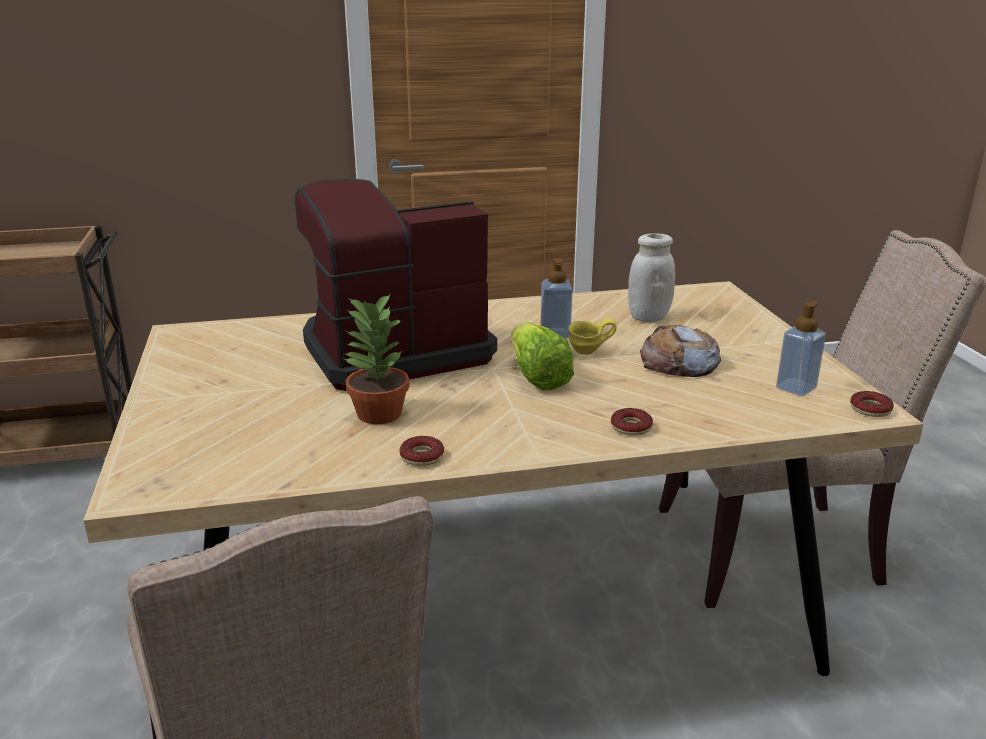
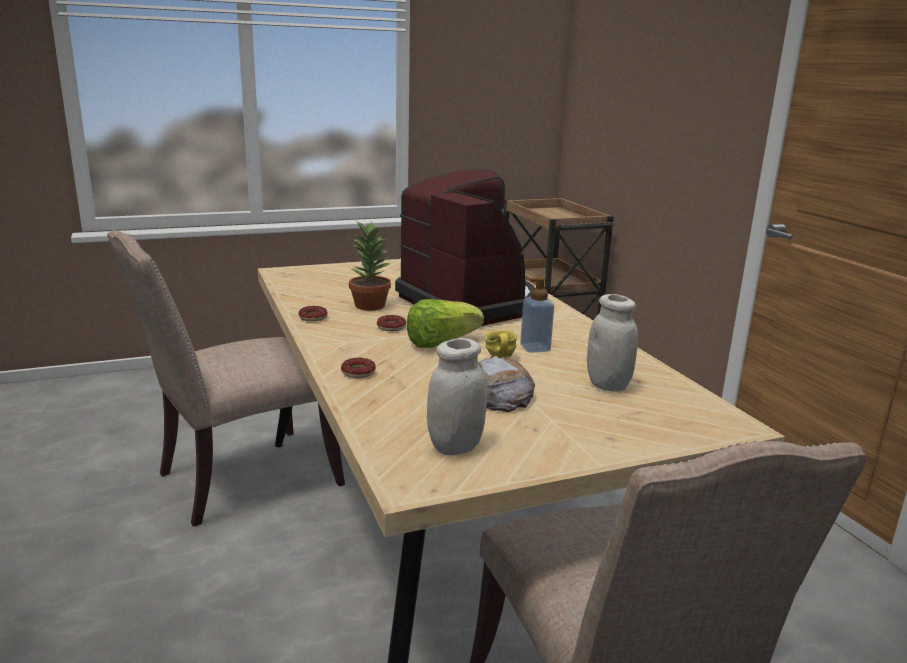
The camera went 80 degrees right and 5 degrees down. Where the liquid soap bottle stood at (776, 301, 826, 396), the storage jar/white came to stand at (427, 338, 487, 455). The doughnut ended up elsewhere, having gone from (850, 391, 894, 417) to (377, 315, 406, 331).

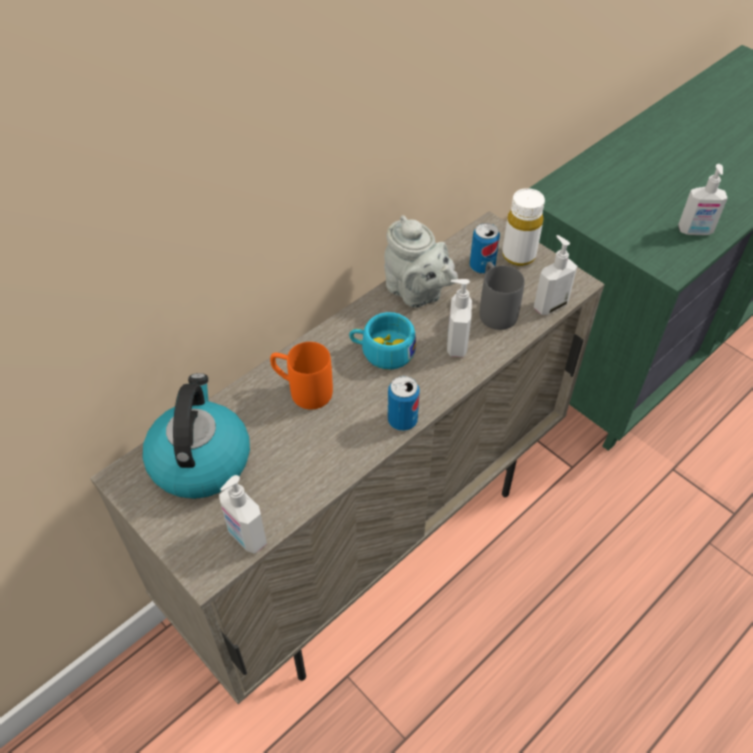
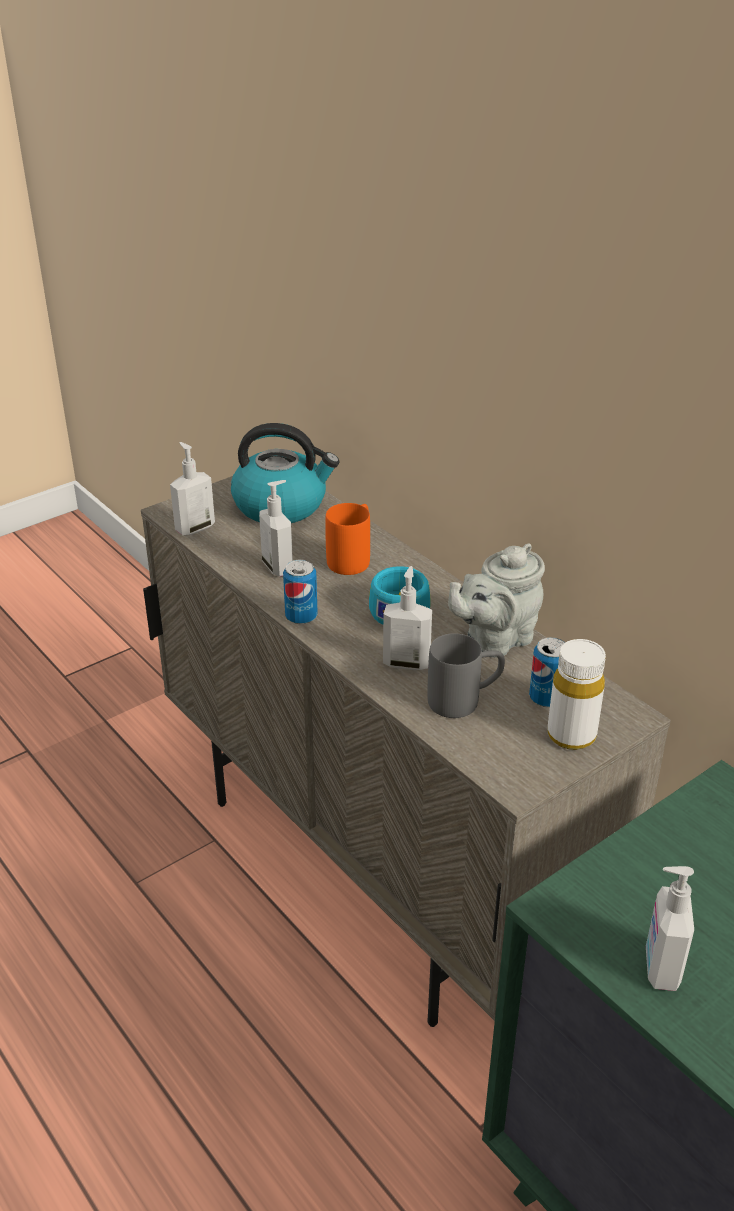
The camera went 95 degrees right and 15 degrees down. The liquid soap bottle ended up elsewhere, having gone from (534, 235, 577, 315) to (259, 480, 293, 577).

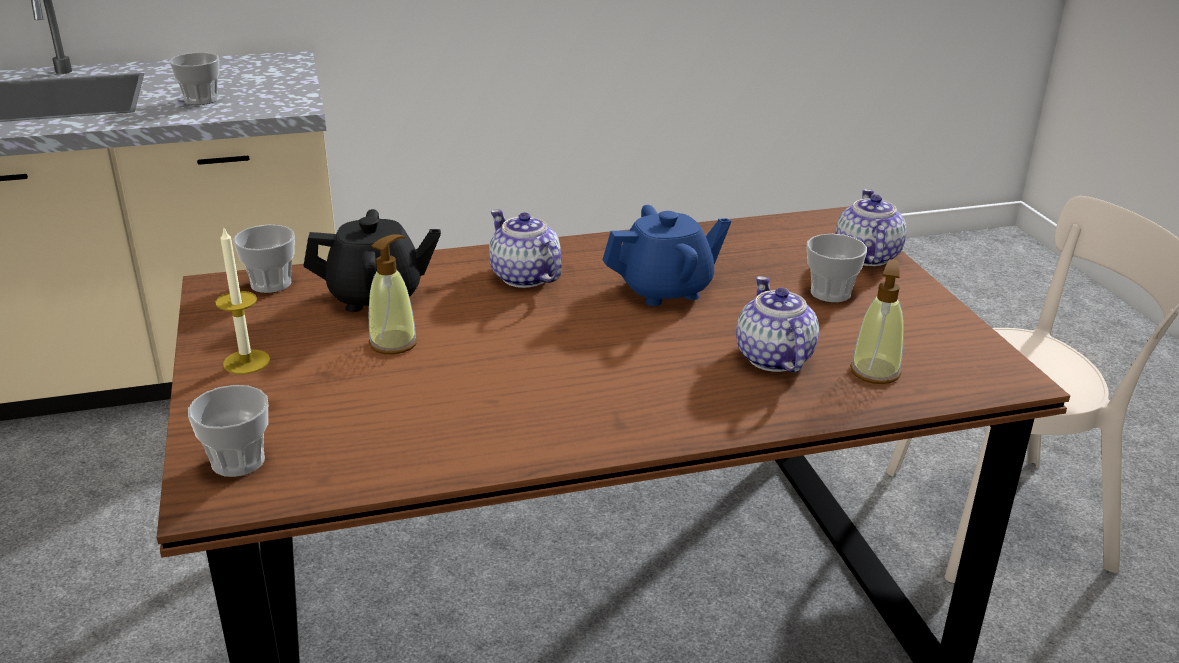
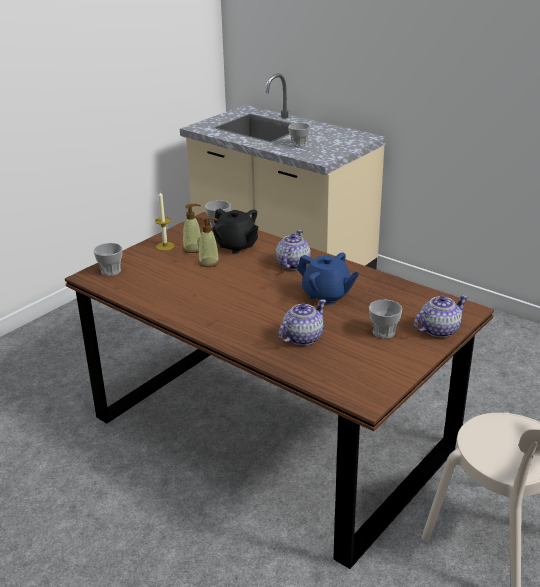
The camera went 55 degrees right and 0 degrees up. The liquid soap bottle ended up elsewhere, having gone from (850, 259, 904, 384) to (183, 204, 201, 253).

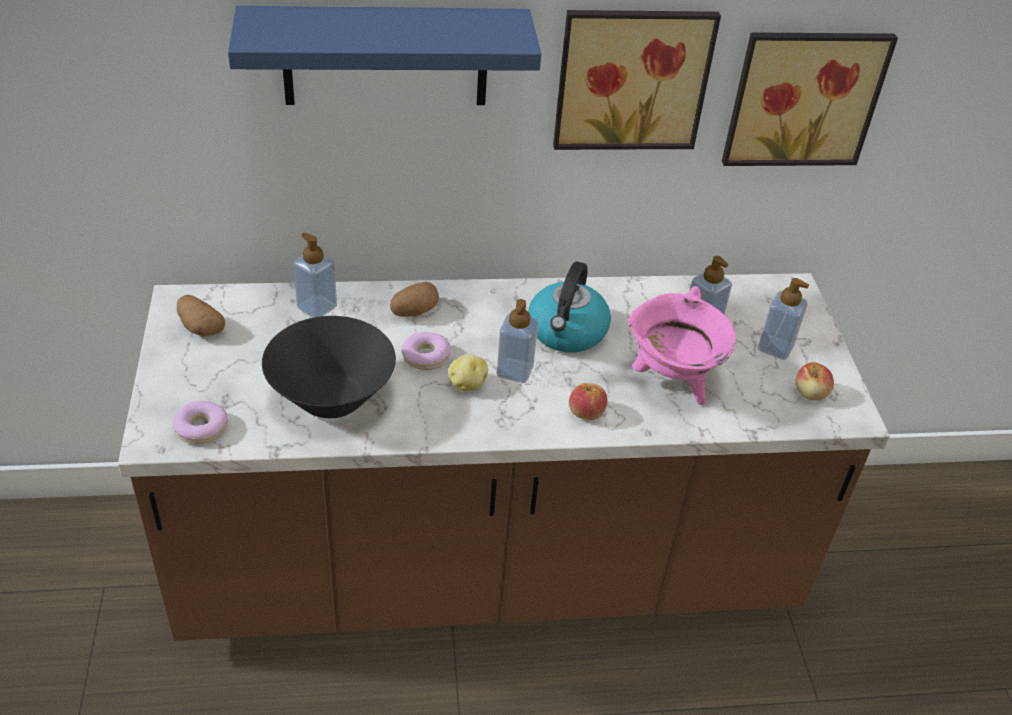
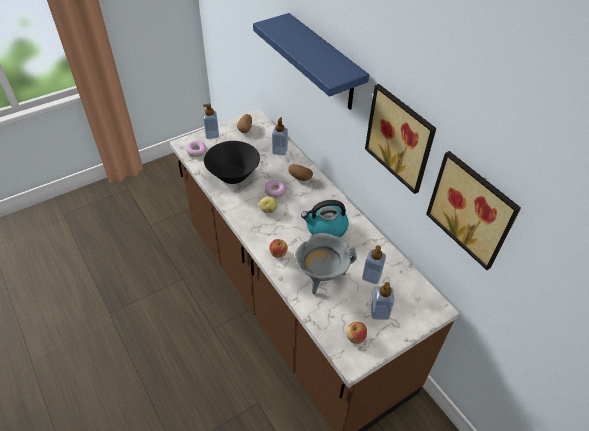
The camera went 65 degrees right and 5 degrees up. The liquid soap bottle ended up elsewhere, having gone from (497, 299, 538, 383) to (203, 104, 219, 139). What was the saucepot/pink at (628, 286, 736, 405) turned into the saucepot/greyish at (295, 233, 357, 294).

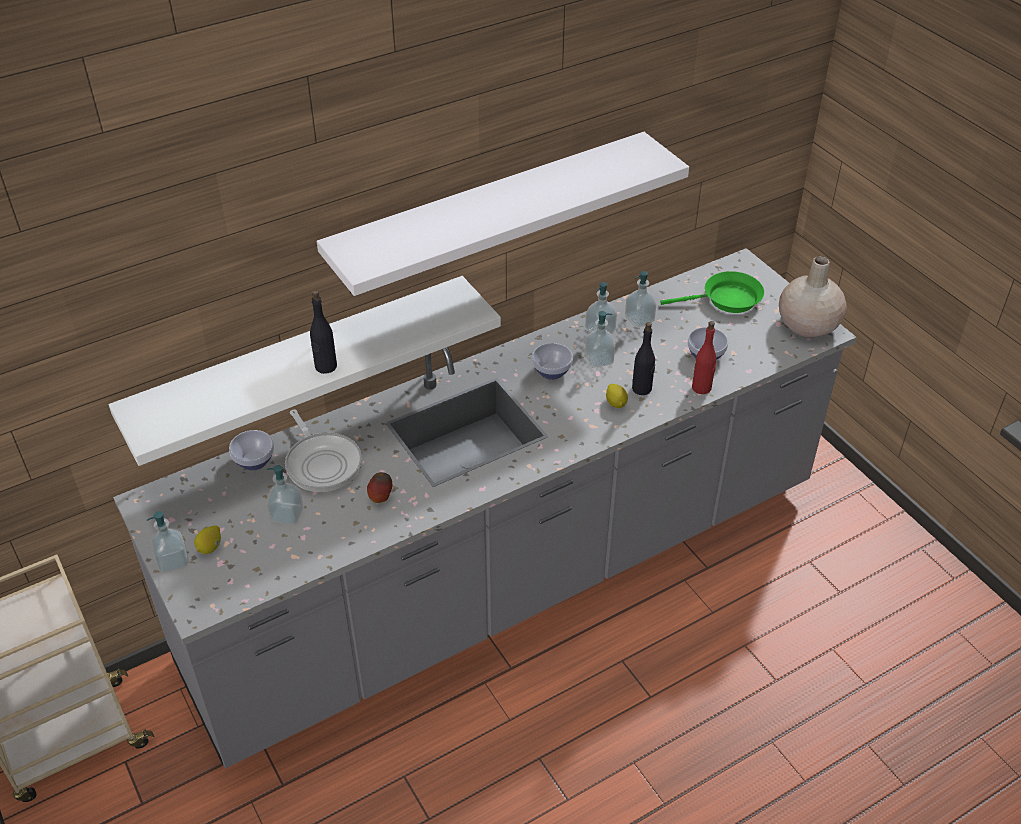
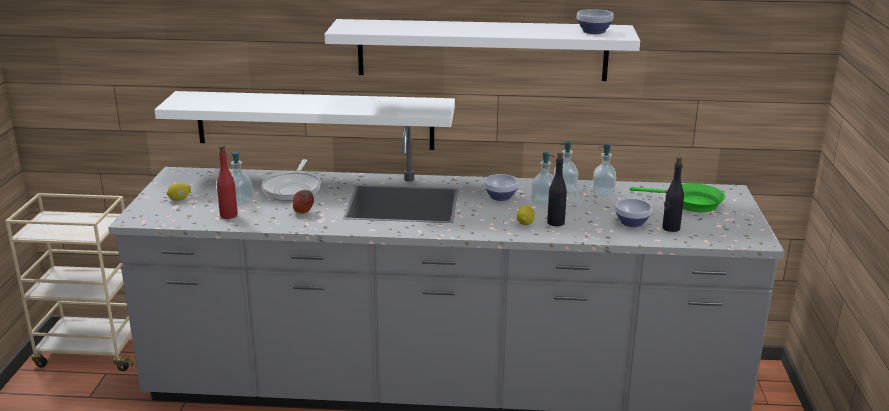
The camera went 35 degrees right and 20 degrees down. The second view lost the liquid soap bottle at (147, 511, 189, 573). The serving bowl ended up elsewhere, having gone from (229, 430, 274, 470) to (577, 9, 614, 34). The beverage bottle/black-coloured ended up elsewhere, having gone from (310, 290, 337, 374) to (662, 157, 684, 232). The beverage bottle/red-coloured ended up elsewhere, having gone from (692, 321, 716, 394) to (217, 145, 238, 219). The second view lost the decorative vase/beige-coloured at (779, 256, 847, 337).

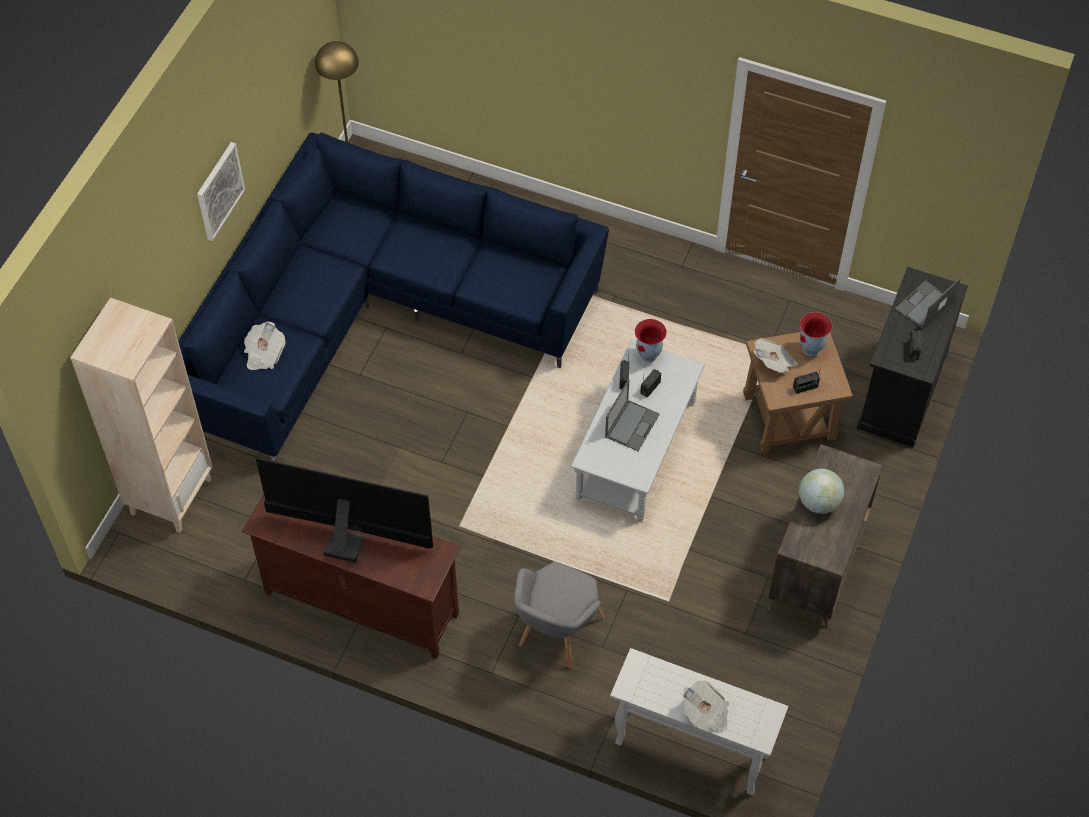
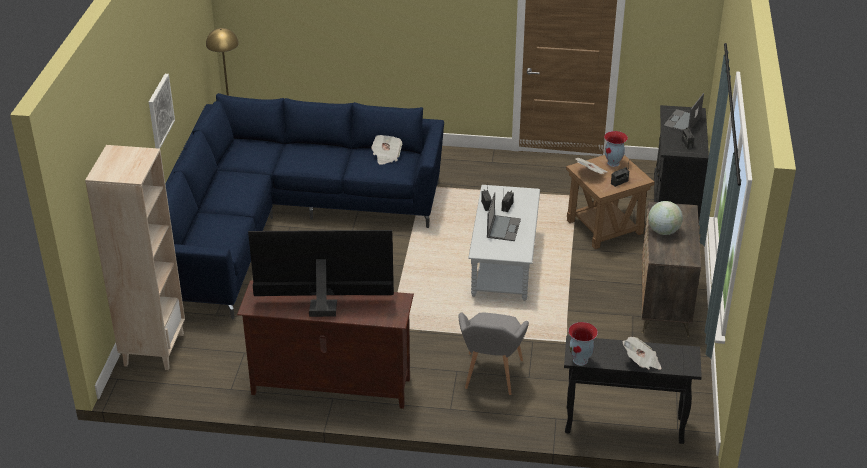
The camera went 15 degrees left and 20 degrees down. The printed paper ended up elsewhere, having gone from (244, 322, 286, 370) to (371, 135, 402, 165). What was the console table/white at (610, 648, 788, 796) turned into the console table/black-coloured at (564, 336, 702, 444). The decorative vase ended up elsewhere, having gone from (635, 319, 667, 363) to (568, 322, 598, 366).

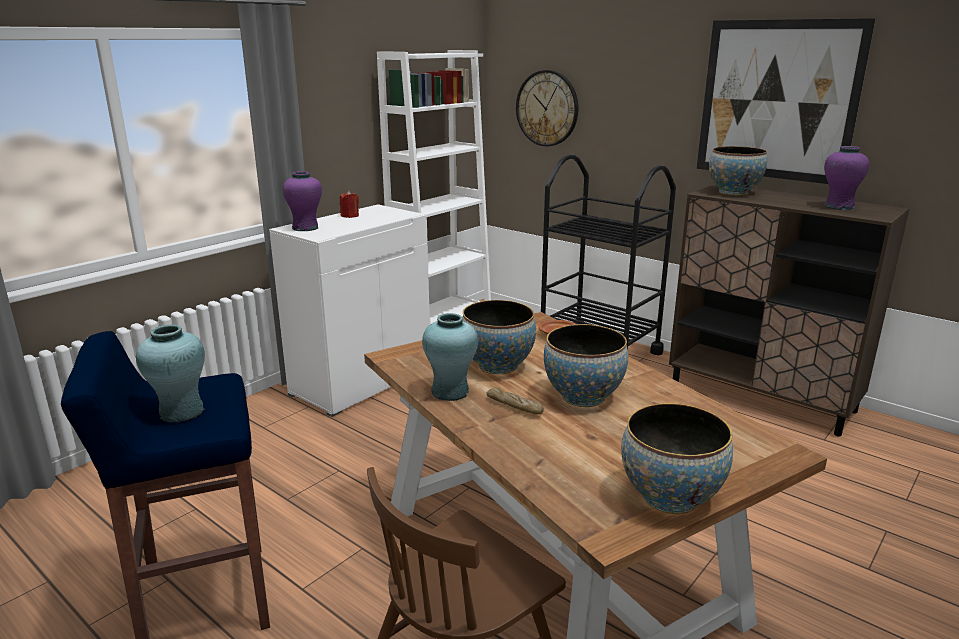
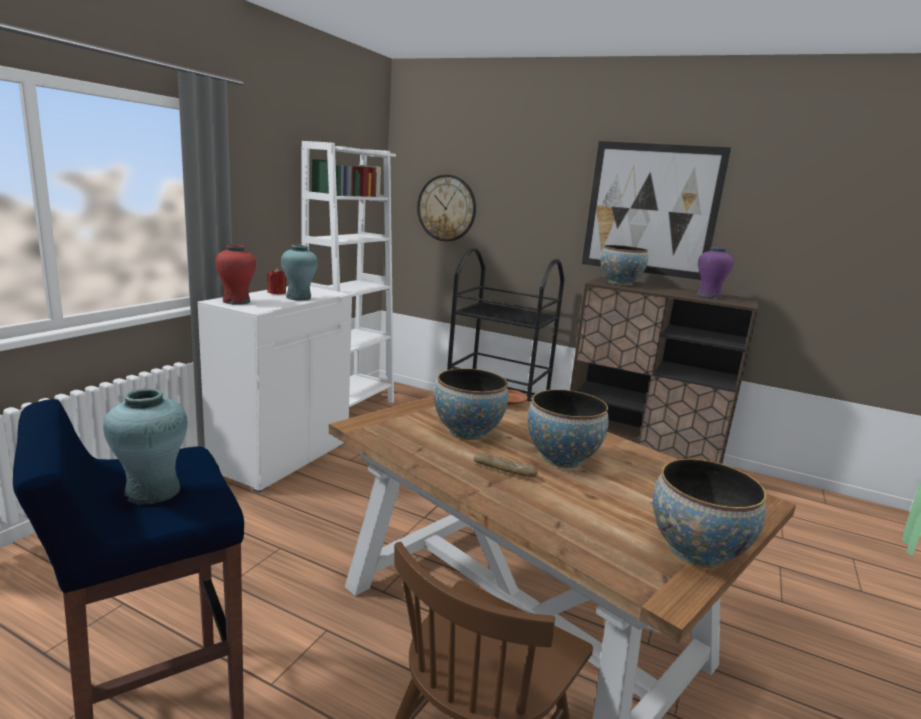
The camera went 15 degrees left and 5 degrees down. What was the decorative vase/purple at (283, 171, 322, 231) turned into the decorative vase/red-coloured at (215, 245, 256, 305). The decorative vase/blue-green ended up elsewhere, having gone from (422, 313, 478, 401) to (281, 245, 318, 300).

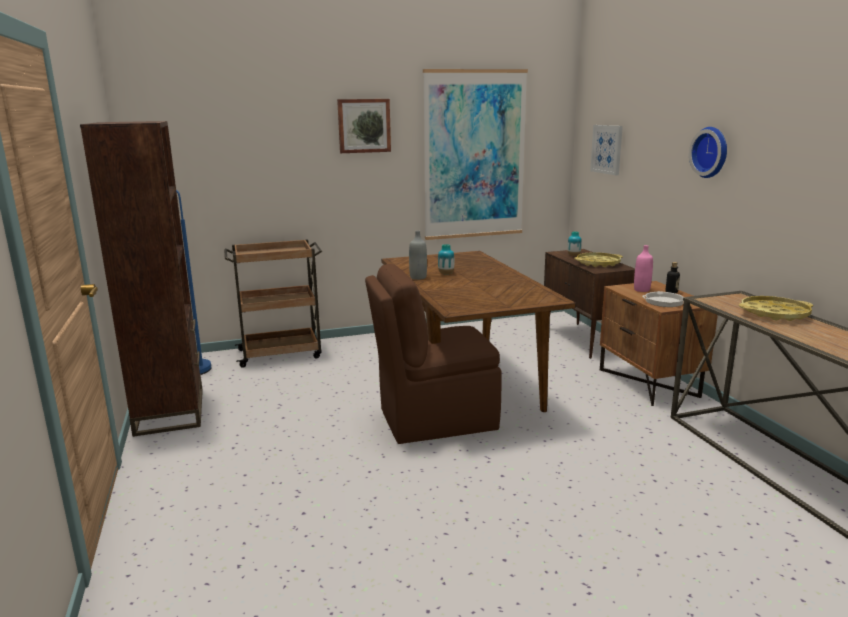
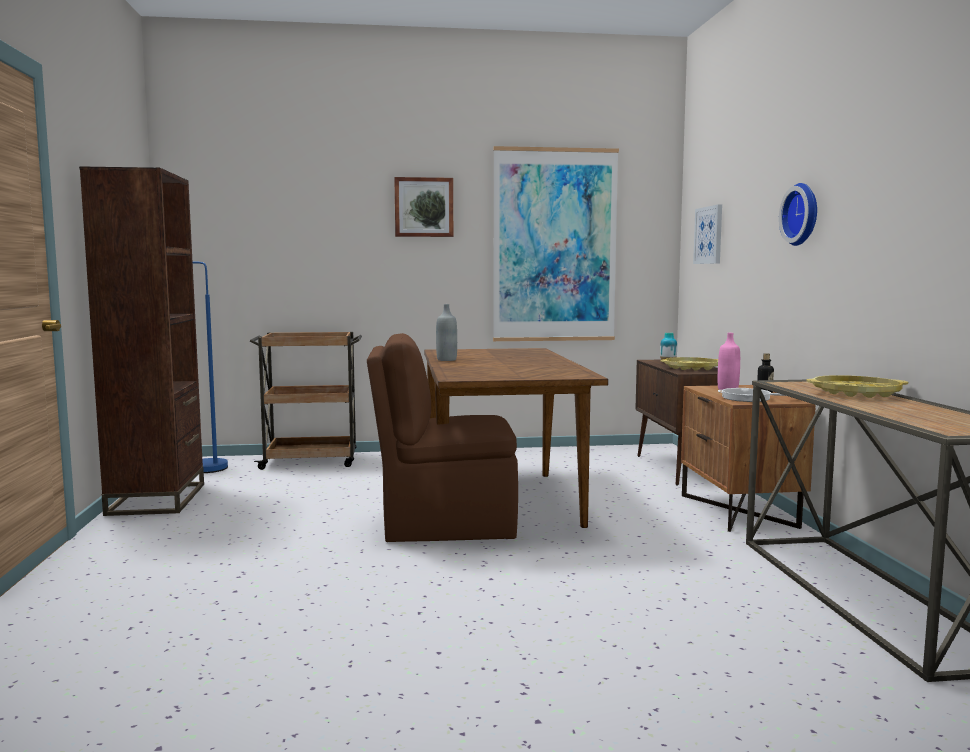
The camera went 10 degrees right and 10 degrees down. The second view lost the decorative vase at (438, 244, 454, 274).

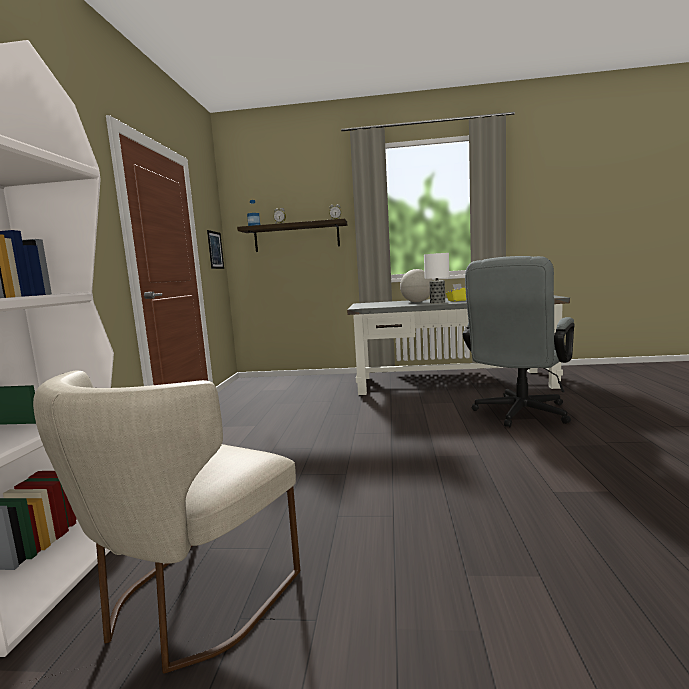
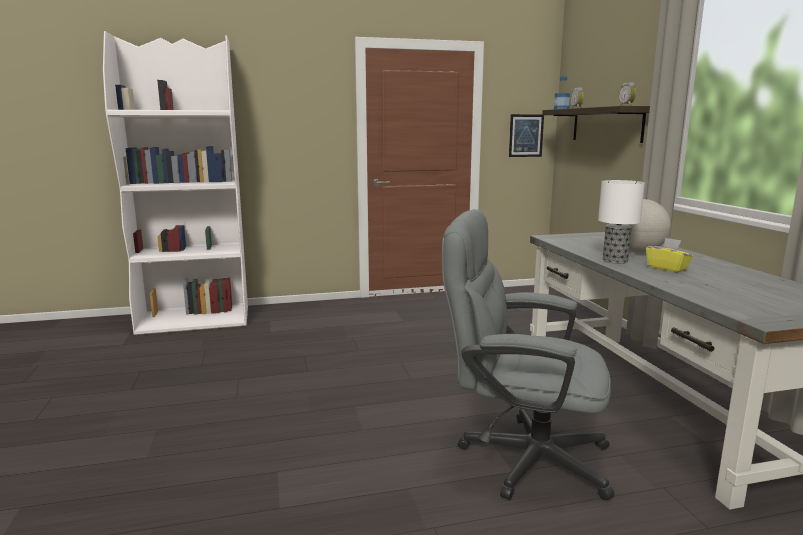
The camera went 70 degrees right and 5 degrees up. The second view lost the chair/beige-coloured at (33, 371, 300, 674).

